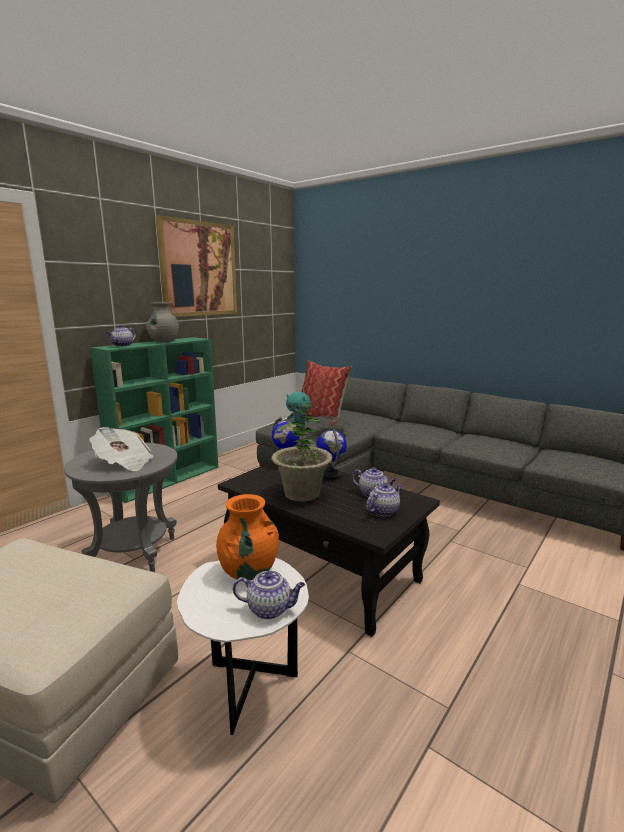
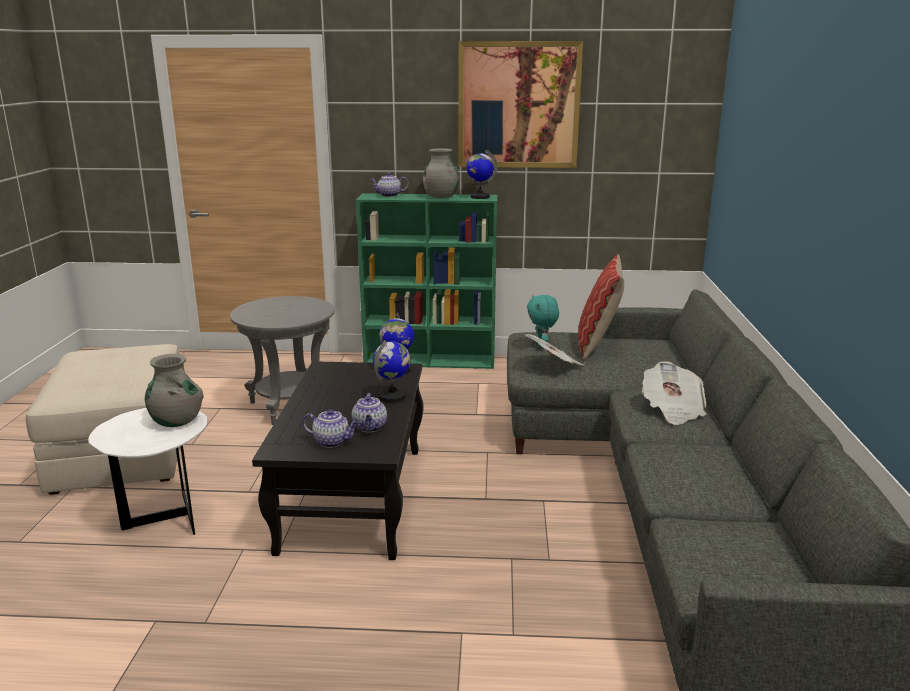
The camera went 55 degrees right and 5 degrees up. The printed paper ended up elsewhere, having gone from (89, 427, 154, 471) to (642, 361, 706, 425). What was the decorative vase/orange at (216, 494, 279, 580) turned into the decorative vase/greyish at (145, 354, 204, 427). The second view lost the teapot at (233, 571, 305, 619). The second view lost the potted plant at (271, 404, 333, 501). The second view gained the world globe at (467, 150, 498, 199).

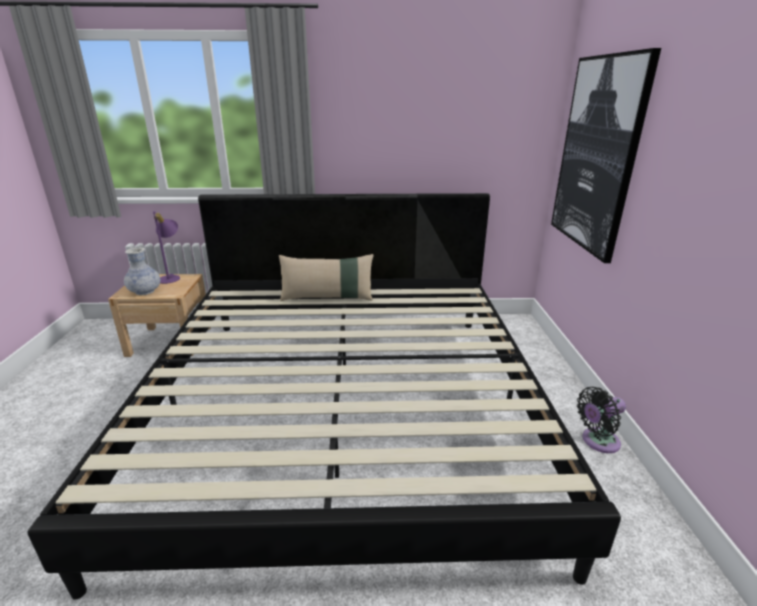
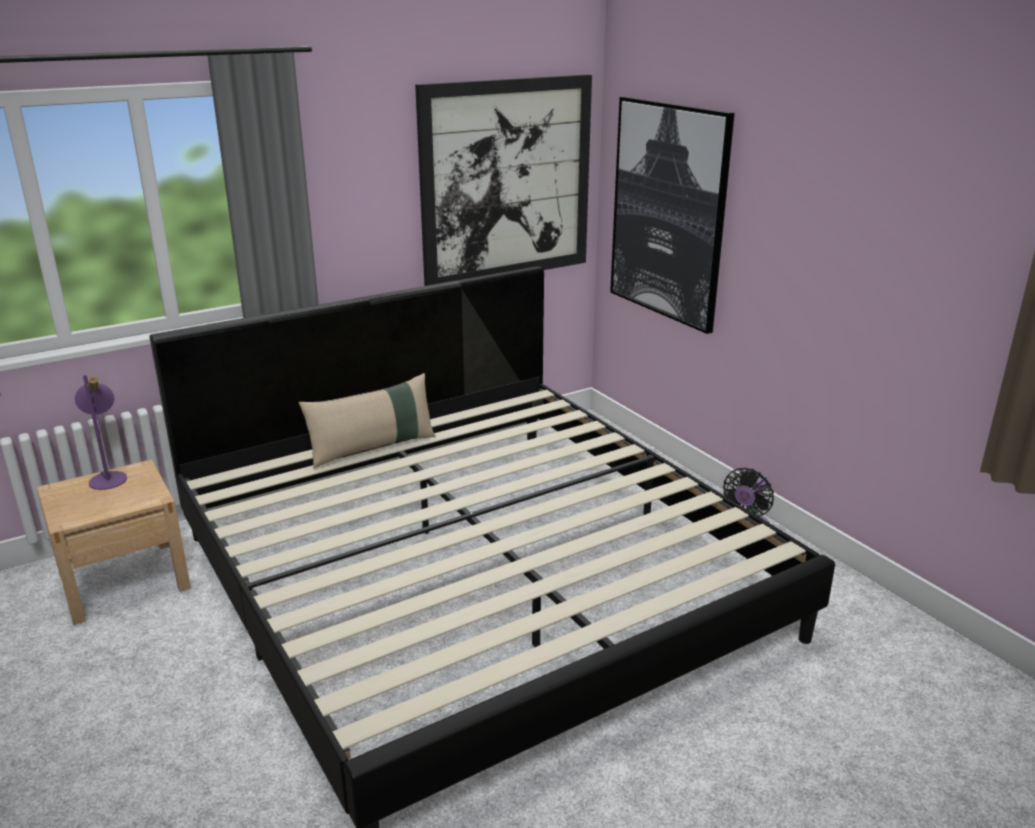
The camera went 30 degrees left and 0 degrees up. The second view lost the decorative vase at (124, 248, 160, 295). The second view gained the wall art at (415, 75, 592, 286).

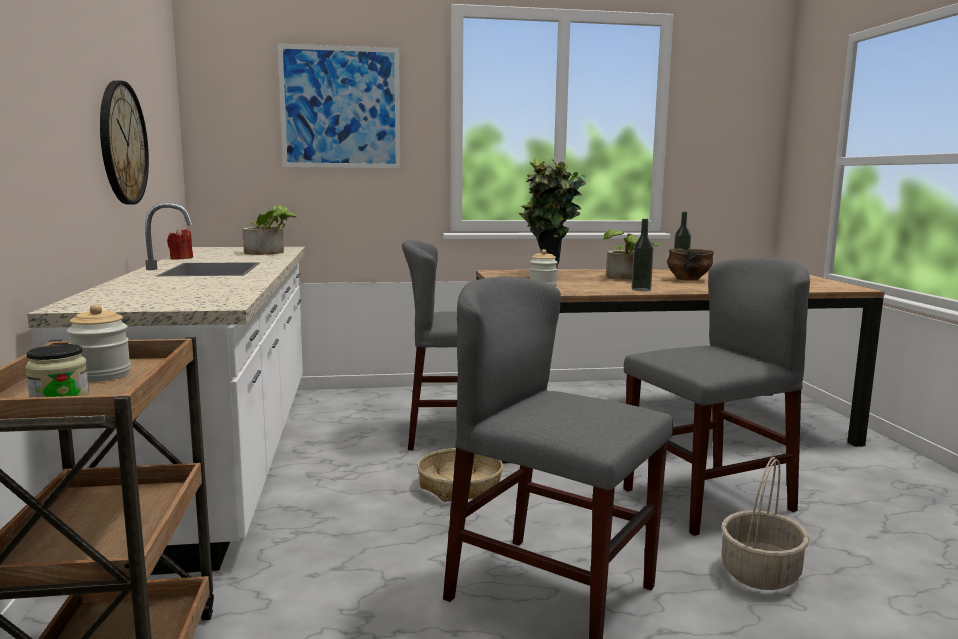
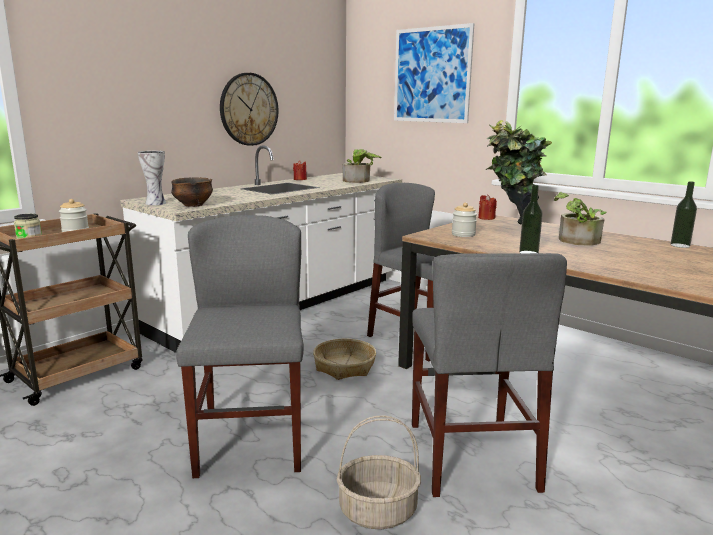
The camera went 50 degrees right and 5 degrees up. The chair/greyish at (624, 258, 810, 536) ended up facing another way, 60 degrees clockwise from before. The serving bowl ended up elsewhere, having gone from (667, 248, 714, 281) to (171, 177, 213, 207). The second view gained the decorative vase at (138, 151, 166, 205). The second view gained the wax candle/red-coloured at (478, 194, 497, 220).

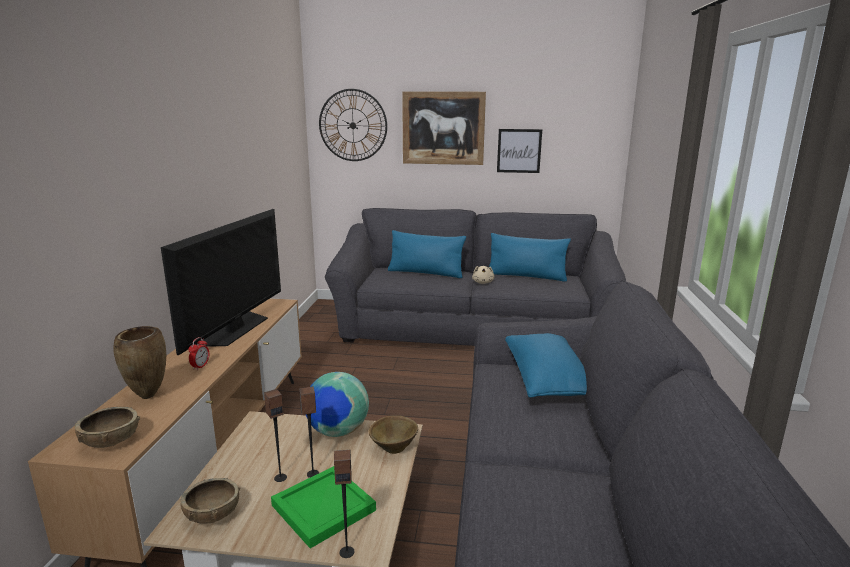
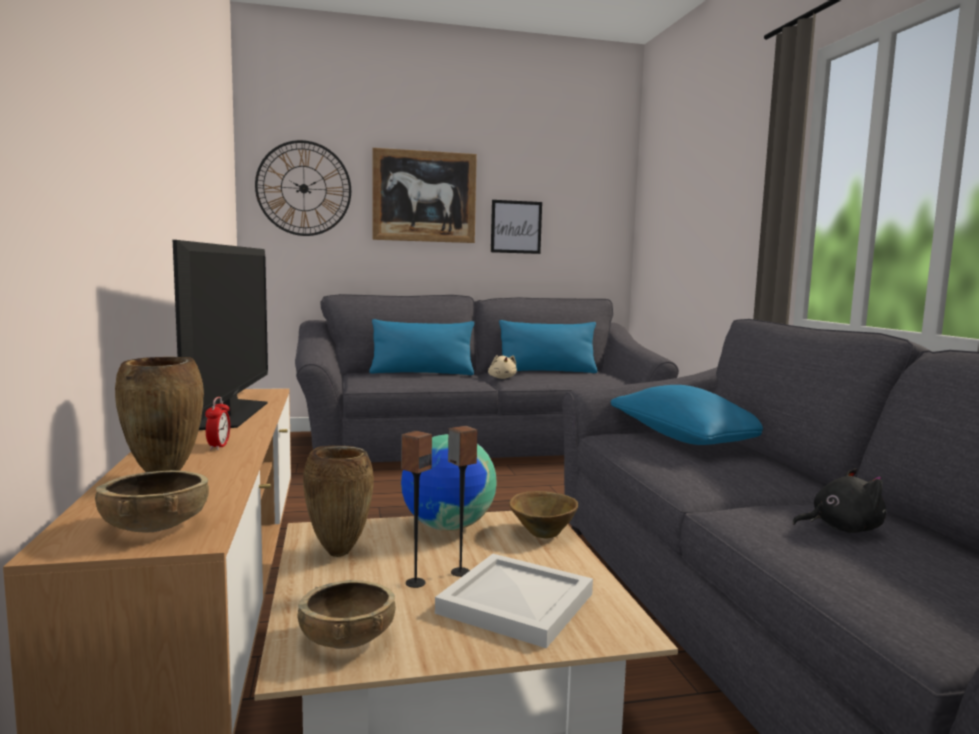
The camera went 20 degrees left and 10 degrees down. What was the tray/green-coloured at (271, 466, 376, 548) turned into the tray/white at (435, 554, 593, 649). The second view lost the loudspeaker at (334, 450, 354, 558). The second view gained the decorative vase/brownish at (303, 446, 374, 557). The second view gained the soft toy/black-coloured at (792, 468, 886, 533).

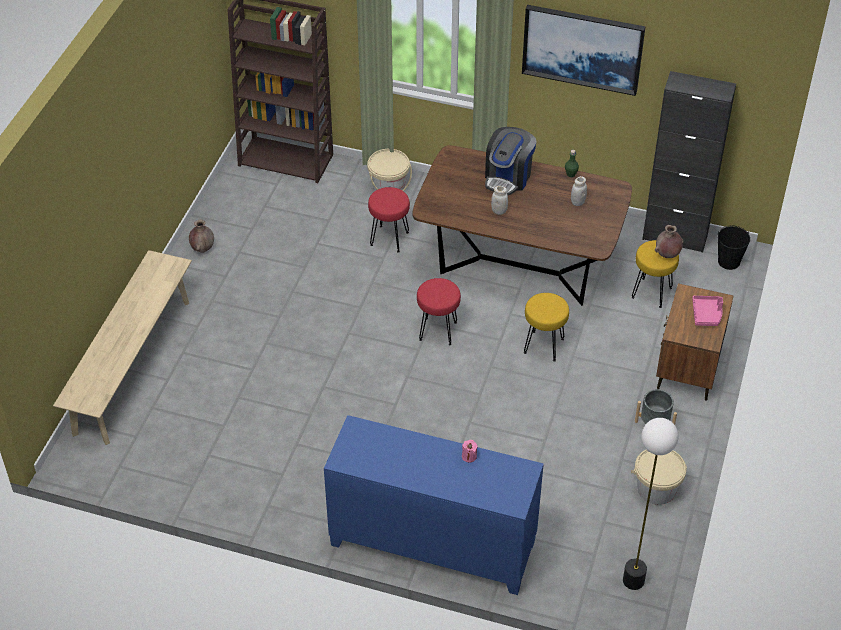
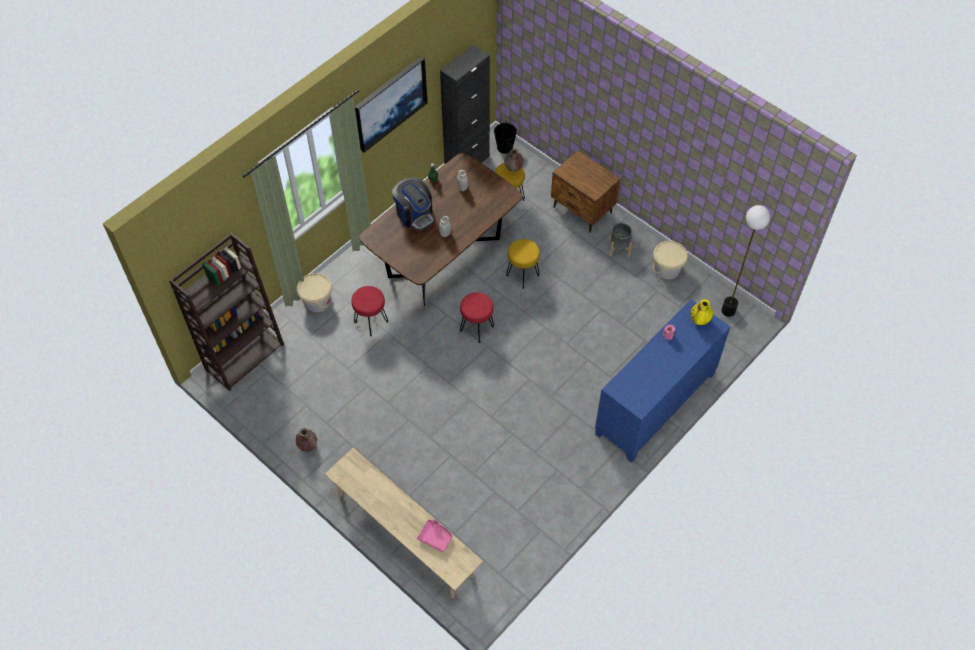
The camera went 65 degrees left and 10 degrees up. The tray/pink ended up elsewhere, having gone from (692, 296, 723, 326) to (417, 519, 453, 552). The second view gained the decorative vase/yellow-coloured at (691, 299, 713, 325).

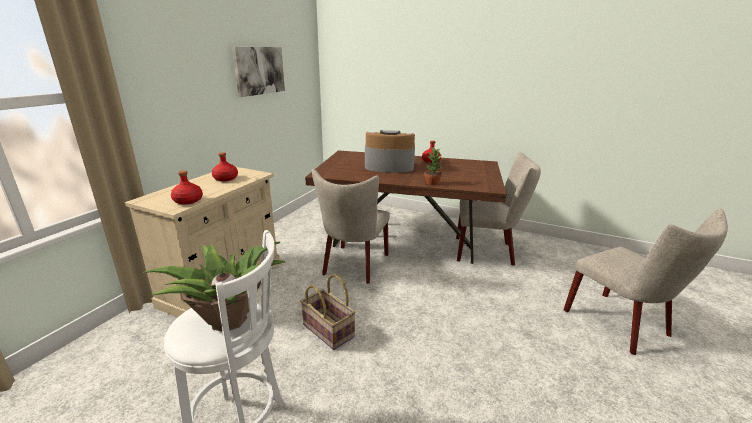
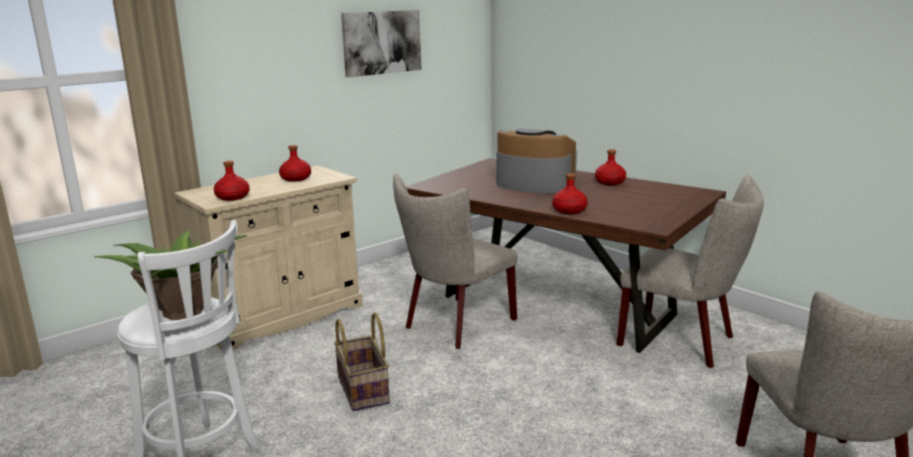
The camera went 25 degrees right and 5 degrees down. Where the potted plant stood at (424, 146, 442, 185), the beverage bottle/red-coloured came to stand at (552, 173, 588, 214).

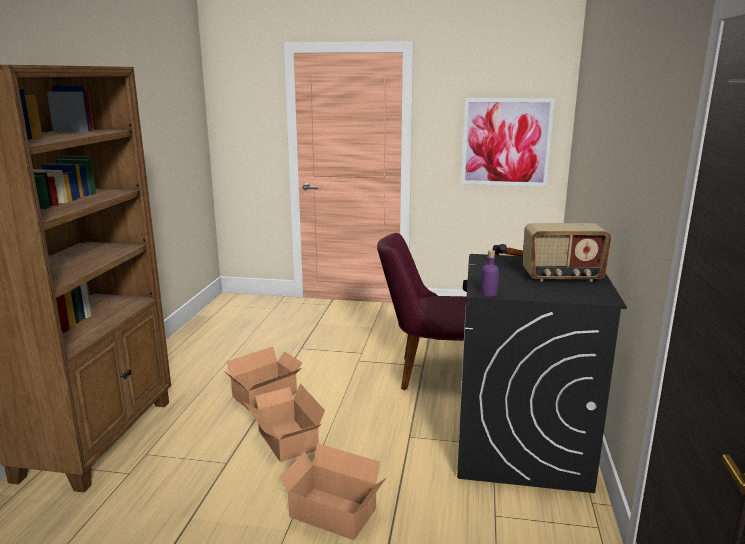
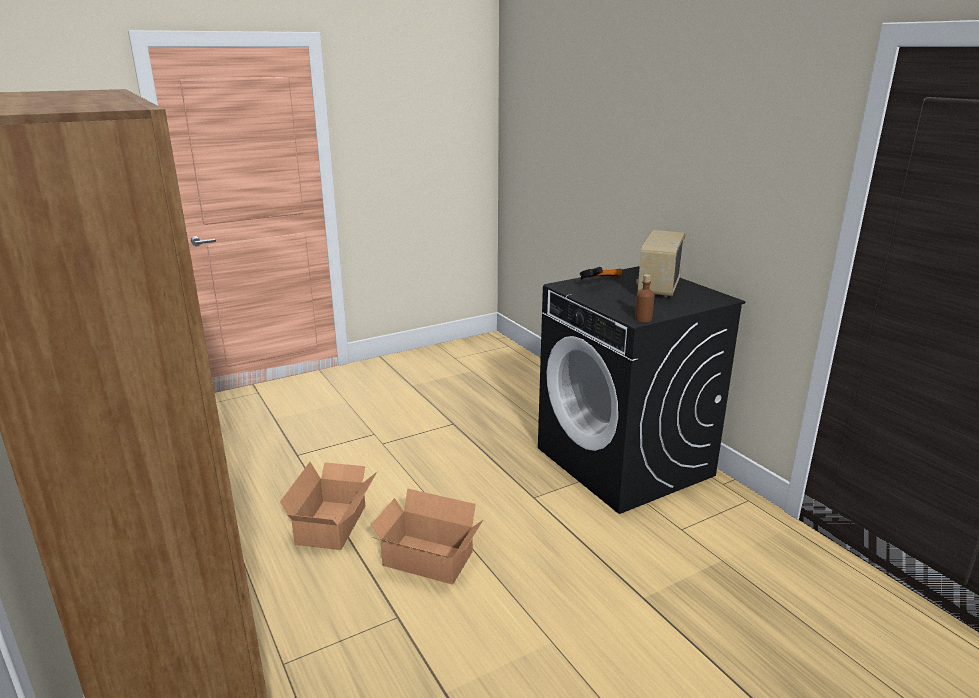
The camera went 40 degrees left and 5 degrees up. The second view lost the carton at (280, 443, 386, 540). The second view lost the chair/purple at (377, 233, 467, 390). The second view lost the wall art at (461, 98, 555, 187). What was the beverage bottle/purple at (481, 250, 499, 296) turned into the beverage bottle/brownish at (635, 274, 654, 322). The radio set at (523, 223, 611, 282) ended up facing another way, 150 degrees clockwise from before.

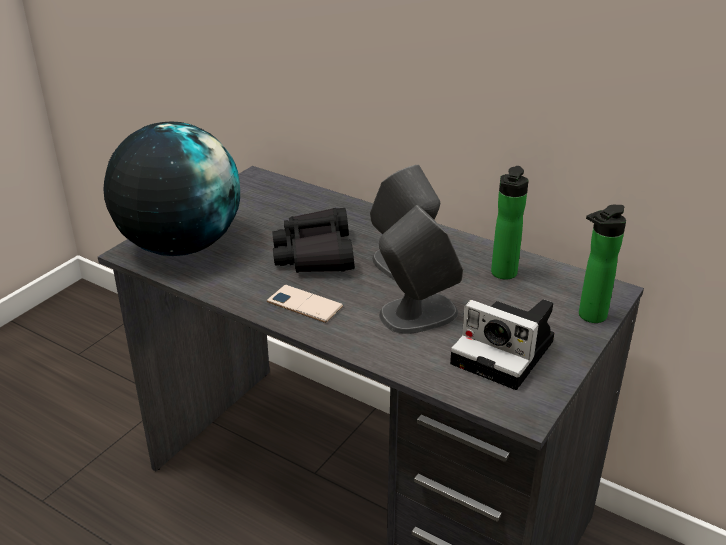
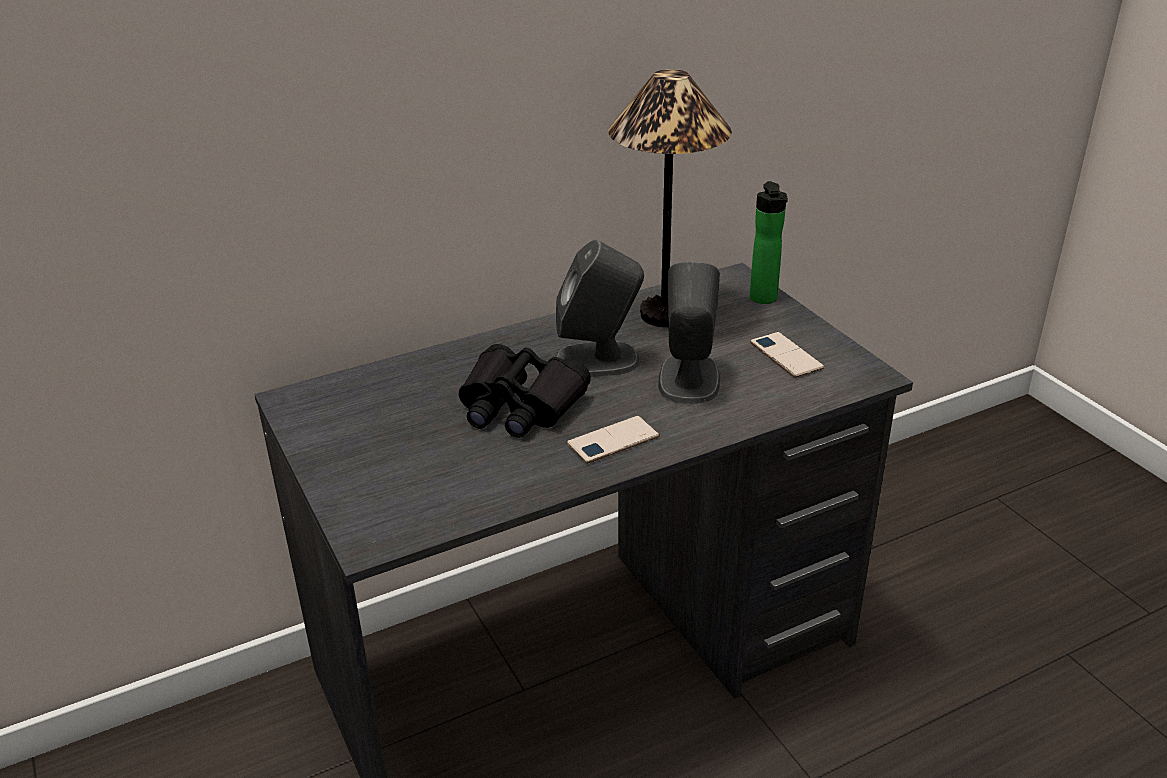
The camera went 60 degrees left and 0 degrees up. The second view lost the world globe at (103, 121, 240, 256). Where the still camera stood at (450, 299, 554, 390), the phone came to stand at (750, 332, 824, 378). Where the beverage bottle stood at (491, 166, 529, 280), the tabletop lamp came to stand at (608, 69, 732, 327).

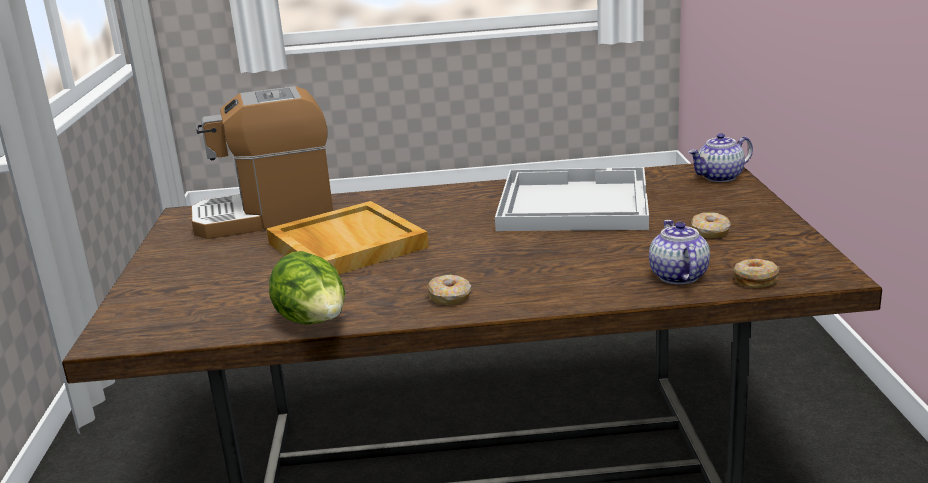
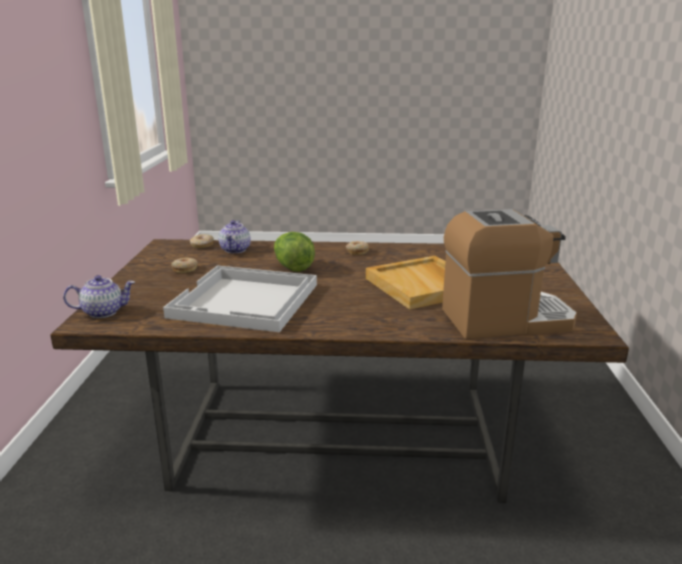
The camera went 175 degrees left and 0 degrees up. The lettuce ended up elsewhere, having gone from (269, 251, 345, 325) to (274, 232, 315, 272).

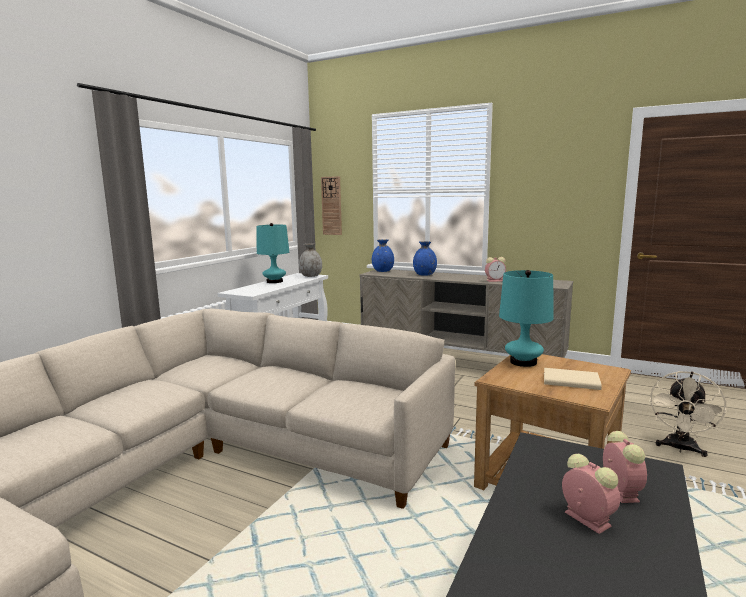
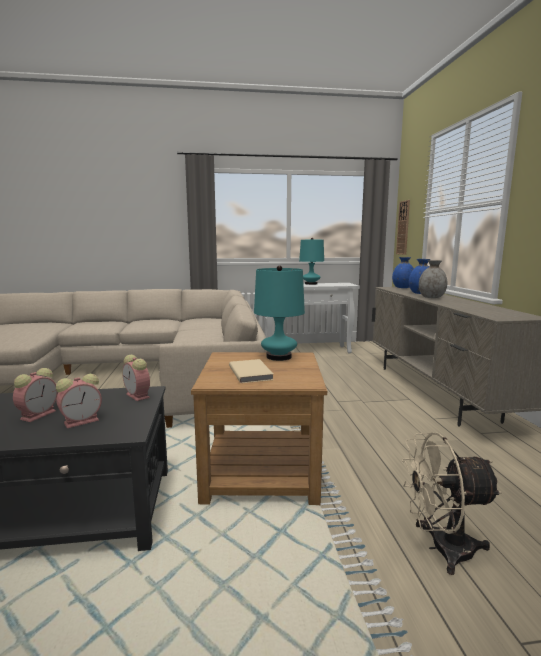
The camera went 55 degrees right and 0 degrees up. The decorative vase/greyish ended up elsewhere, having gone from (299, 243, 322, 277) to (419, 260, 447, 298). The alarm clock ended up elsewhere, having gone from (485, 257, 506, 282) to (122, 355, 150, 401).

